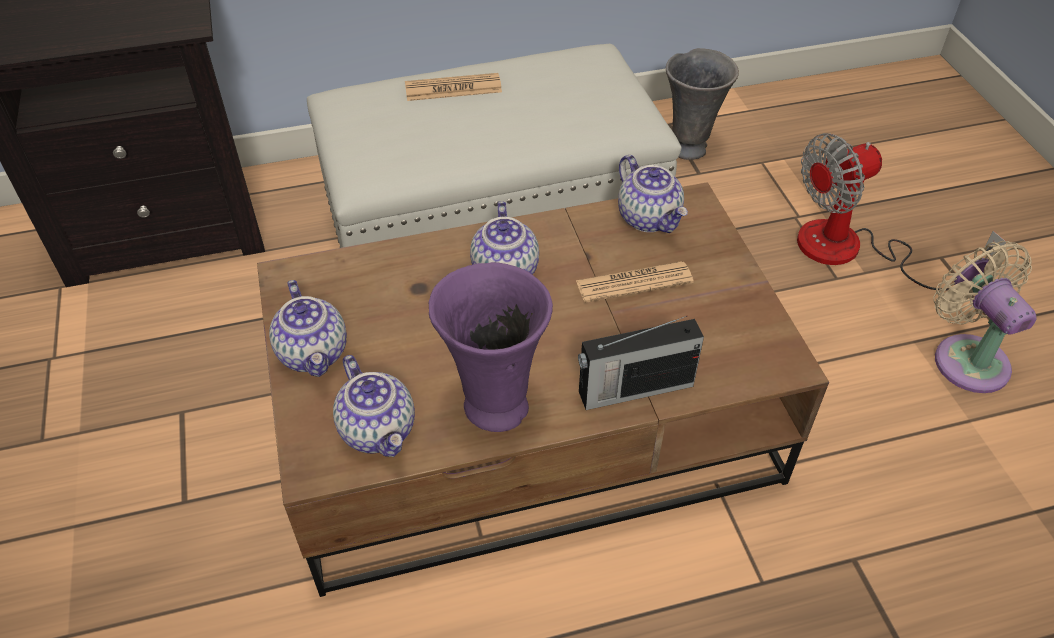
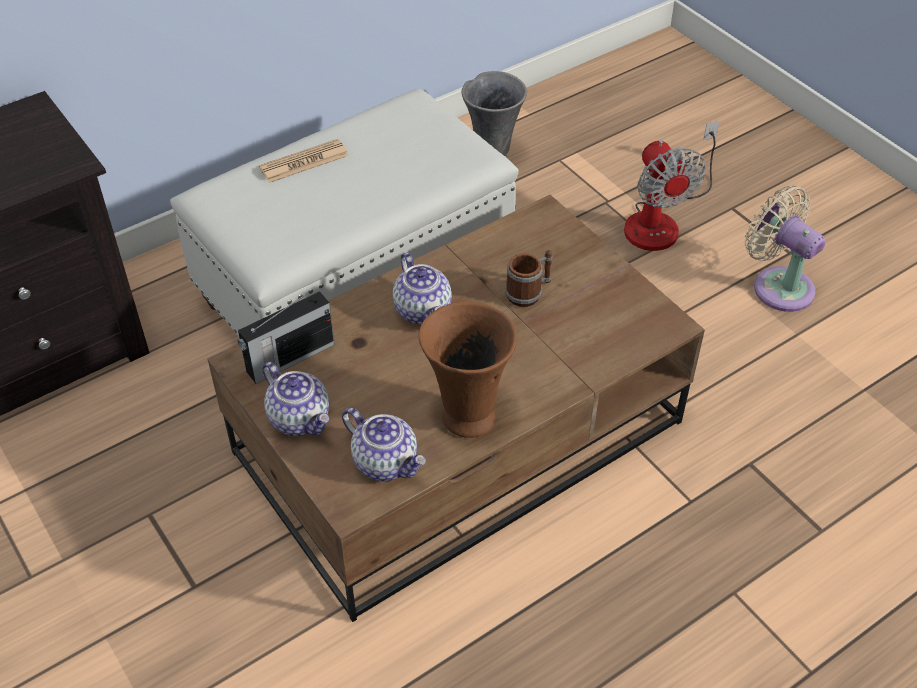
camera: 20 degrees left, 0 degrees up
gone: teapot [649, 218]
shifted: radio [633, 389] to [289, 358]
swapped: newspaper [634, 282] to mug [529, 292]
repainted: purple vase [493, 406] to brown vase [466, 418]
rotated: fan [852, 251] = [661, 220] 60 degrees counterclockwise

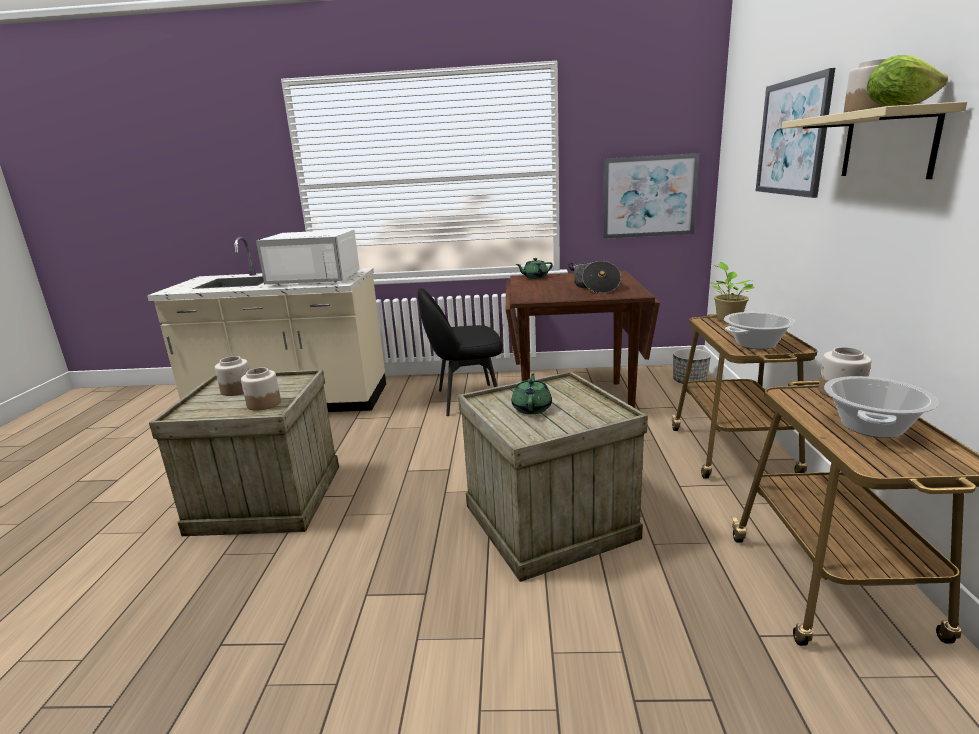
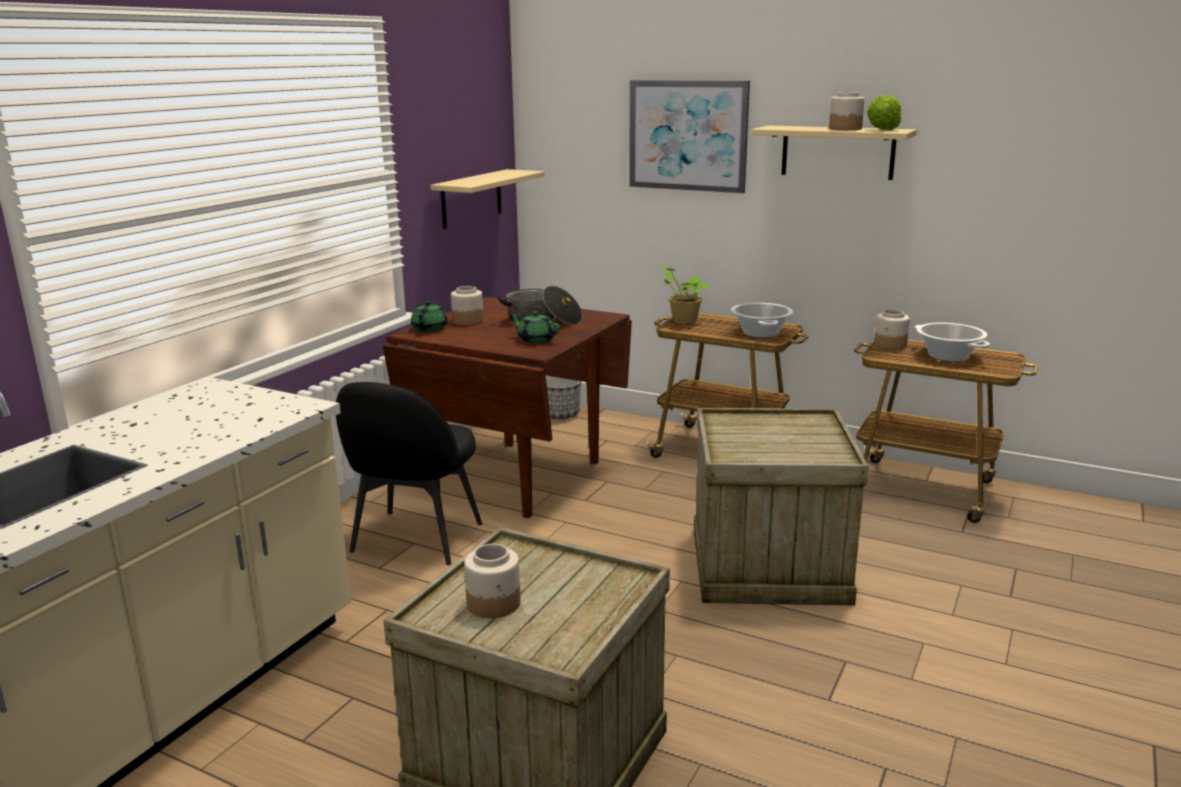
camera: 65 degrees left, 0 degrees up
gone: white microwave [317, 278]
shifted: jar [264, 404] to [467, 321]; green teapot [532, 408] to [535, 340]
swapped: picture [649, 196] to beige shelf [471, 198]

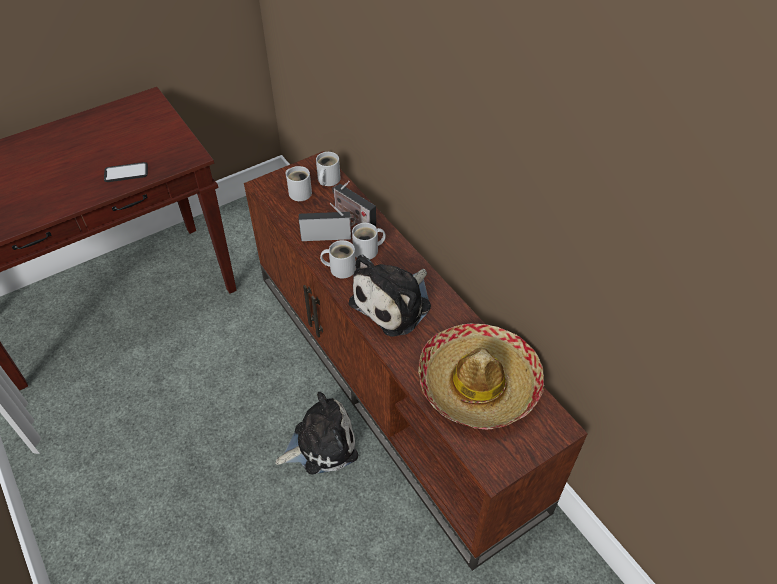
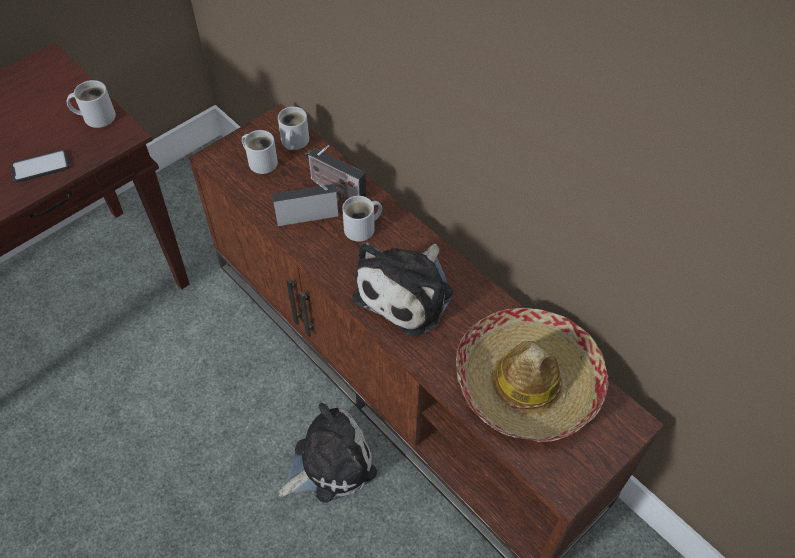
camera: 10 degrees left, 5 degrees up
shifted: white mug [340, 268] to [96, 116]

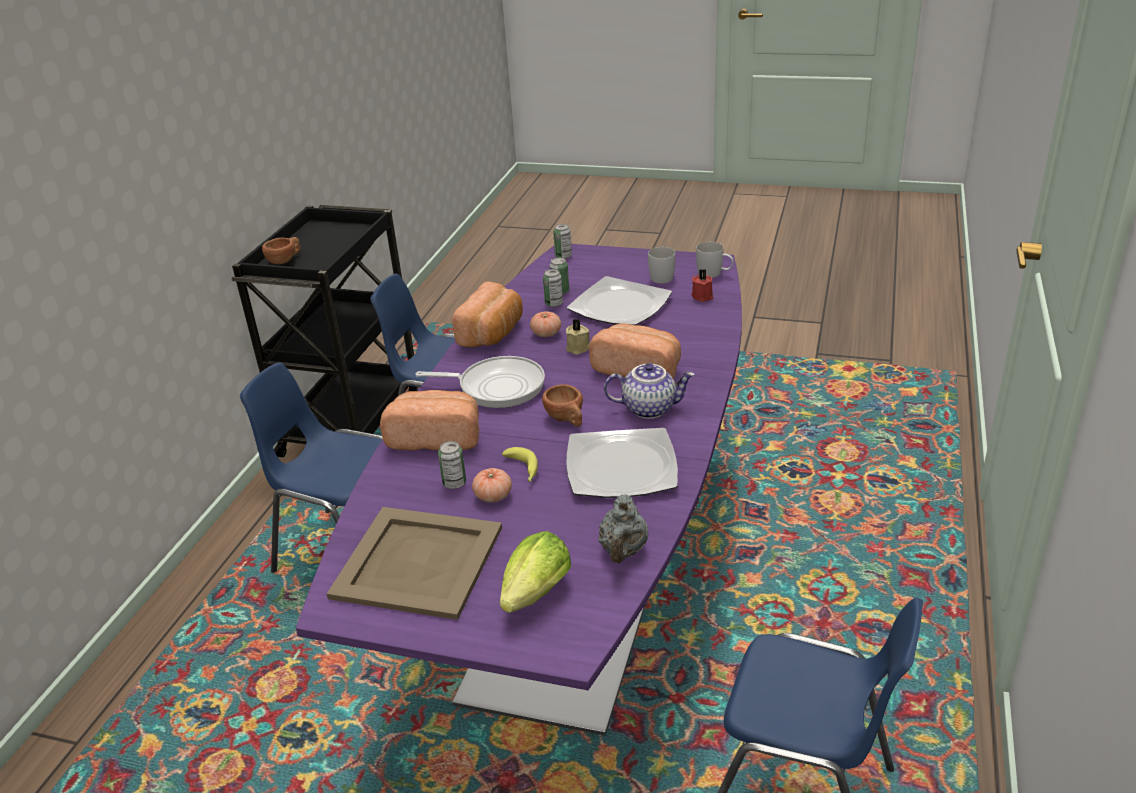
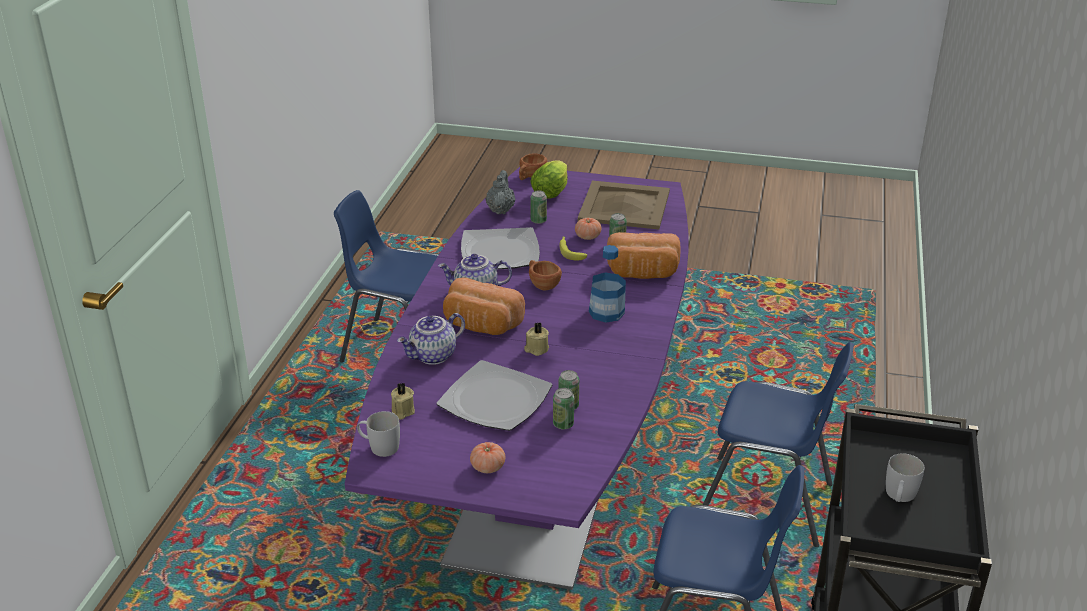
camera: 175 degrees right, 0 degrees up
gone: bread [493, 333]
new: teapot [433, 356]
shifted: tomato [546, 334] to [488, 467]; brown cup [285, 260] to [530, 177]; can [563, 256] to [538, 220]; white mug [663, 276] to [899, 497]
swapped: frying pan [496, 387] to bottle [606, 312]
repainted: red candle [702, 296] to beige candle [402, 411]

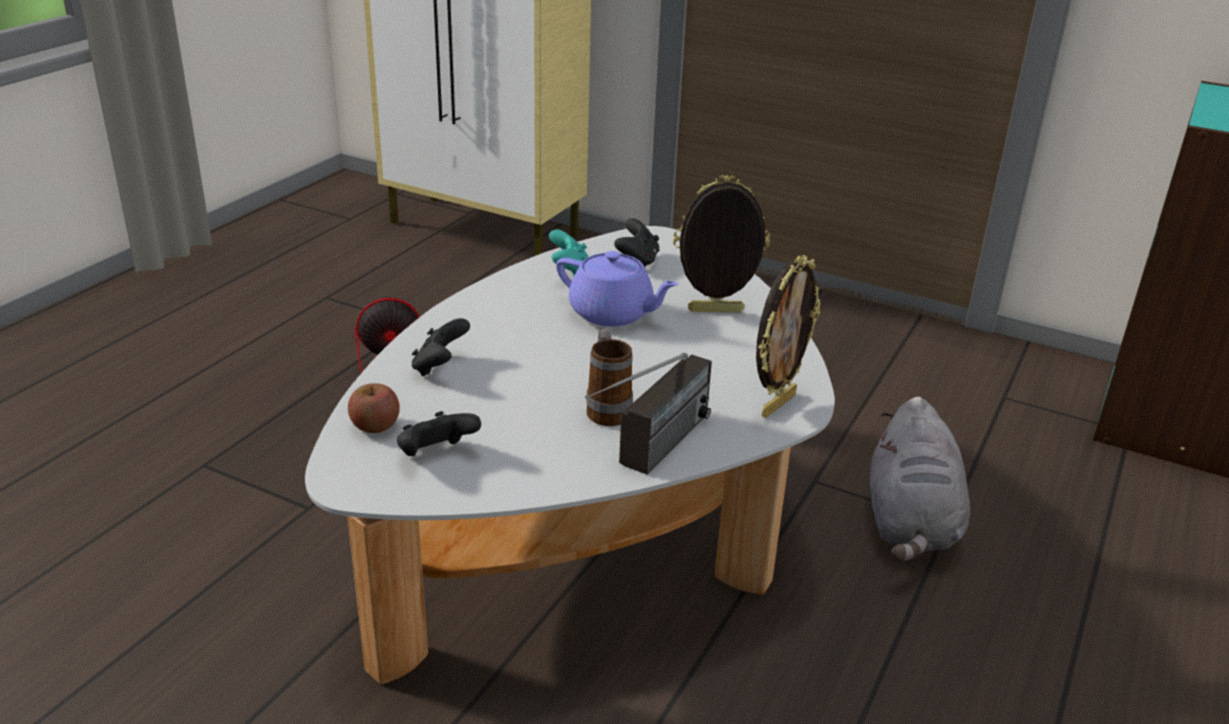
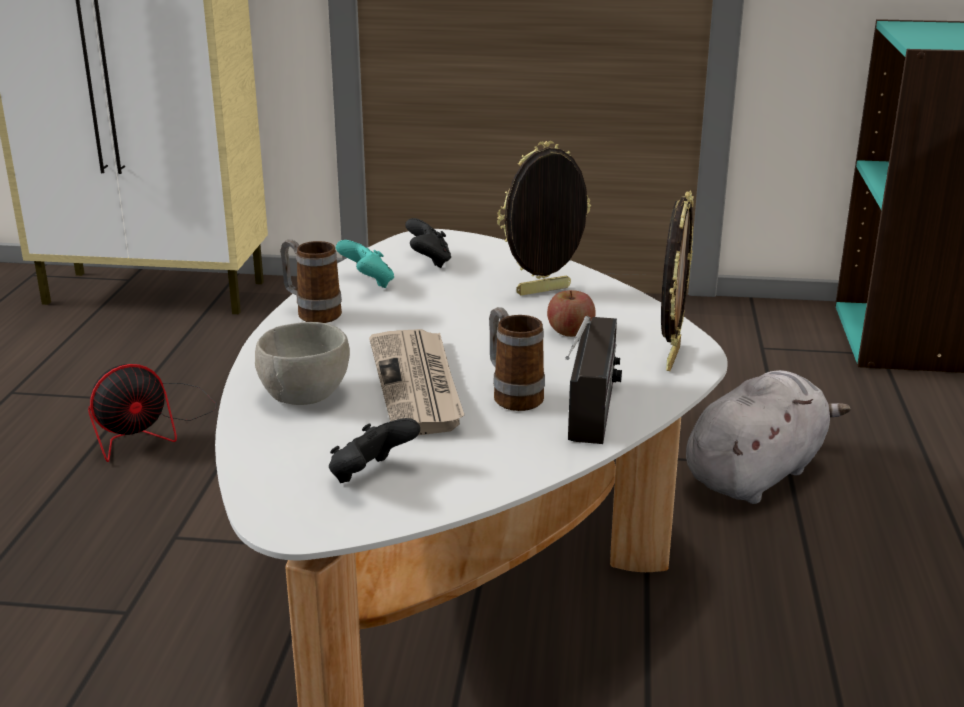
camera: 20 degrees left, 5 degrees down
gone: purple teapot [613, 314]
new: mug [312, 313]; newspaper [418, 385]
shifted: apple [375, 426] to [570, 331]
swapped: black game controller [440, 367] to grey bowl [303, 393]
rotated: grey plush toy [910, 524] = [756, 473] 120 degrees counterclockwise

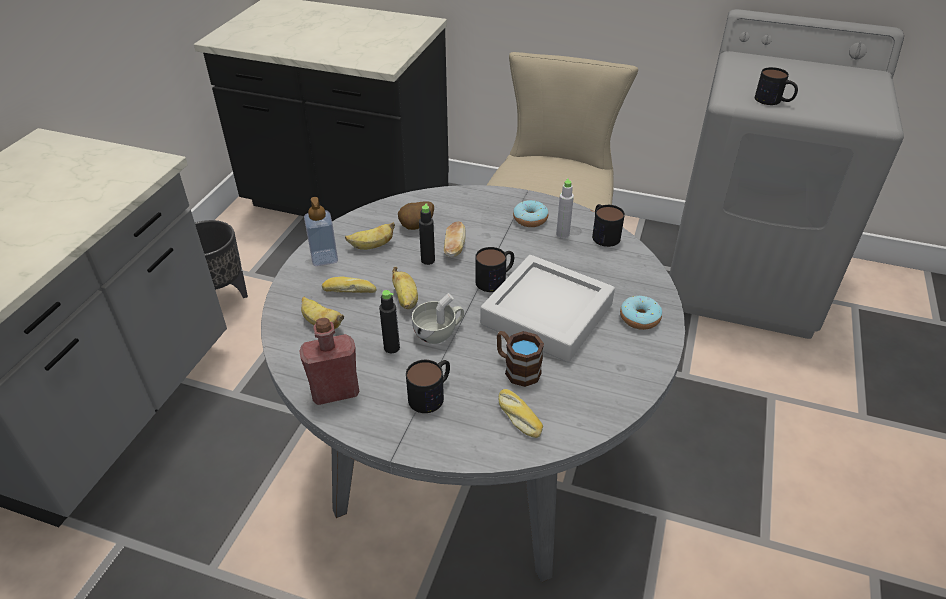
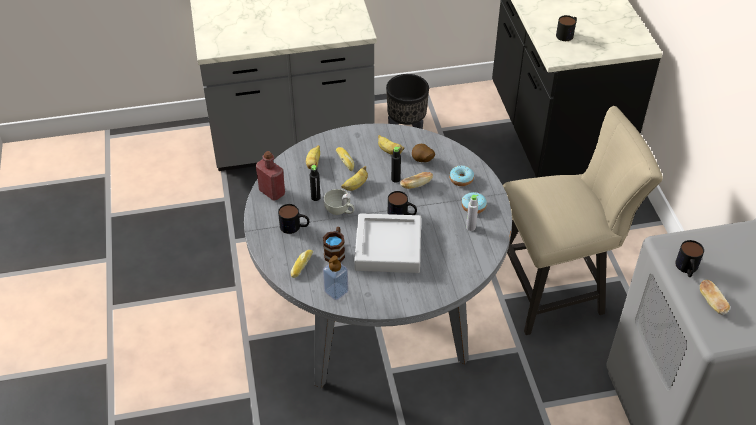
camera: 60 degrees right, 5 degrees up
new: bread [712, 302]
shifted: soap dispenser [324, 258] to [336, 291]; donut [639, 318] to [461, 179]; mug [603, 234] to [567, 34]

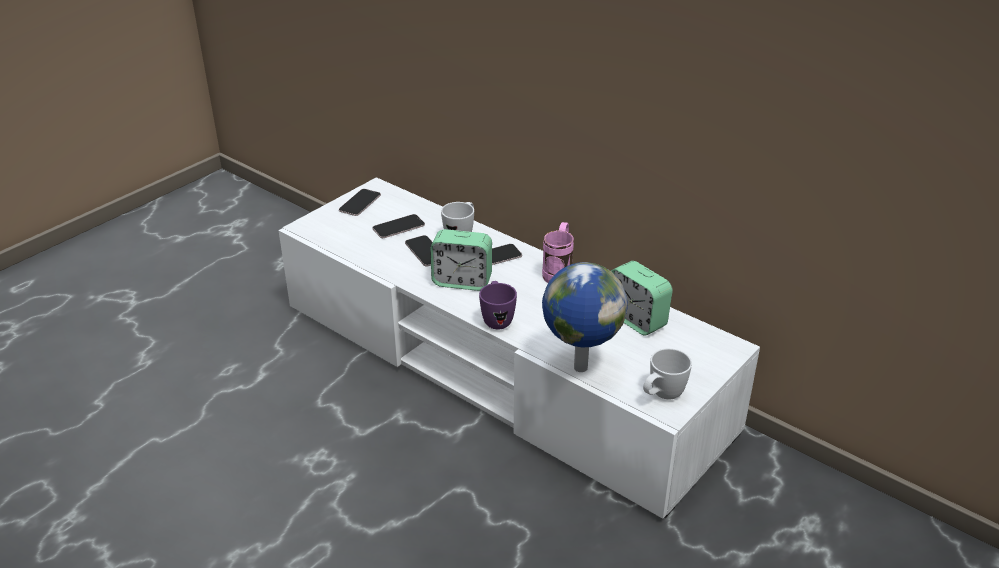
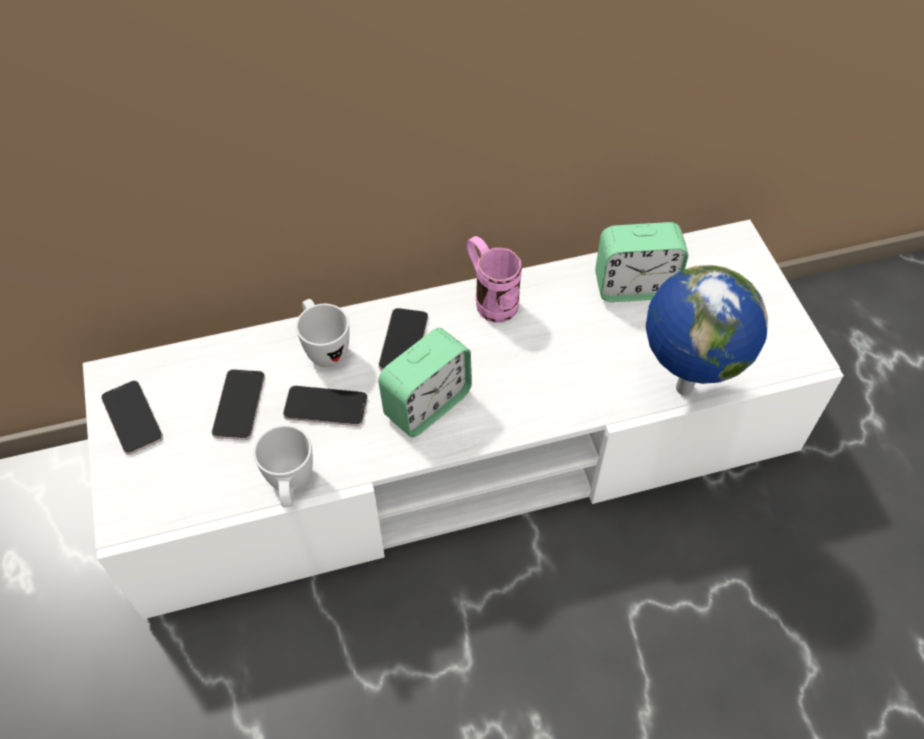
camera: 55 degrees left, 20 degrees up
gone: purple mug [497, 319]
shifted: white mug [662, 396] to [291, 487]

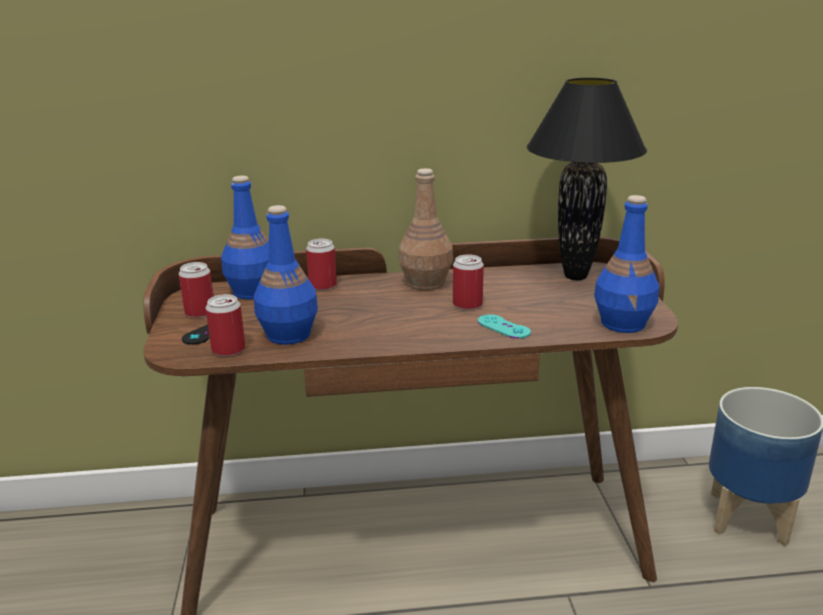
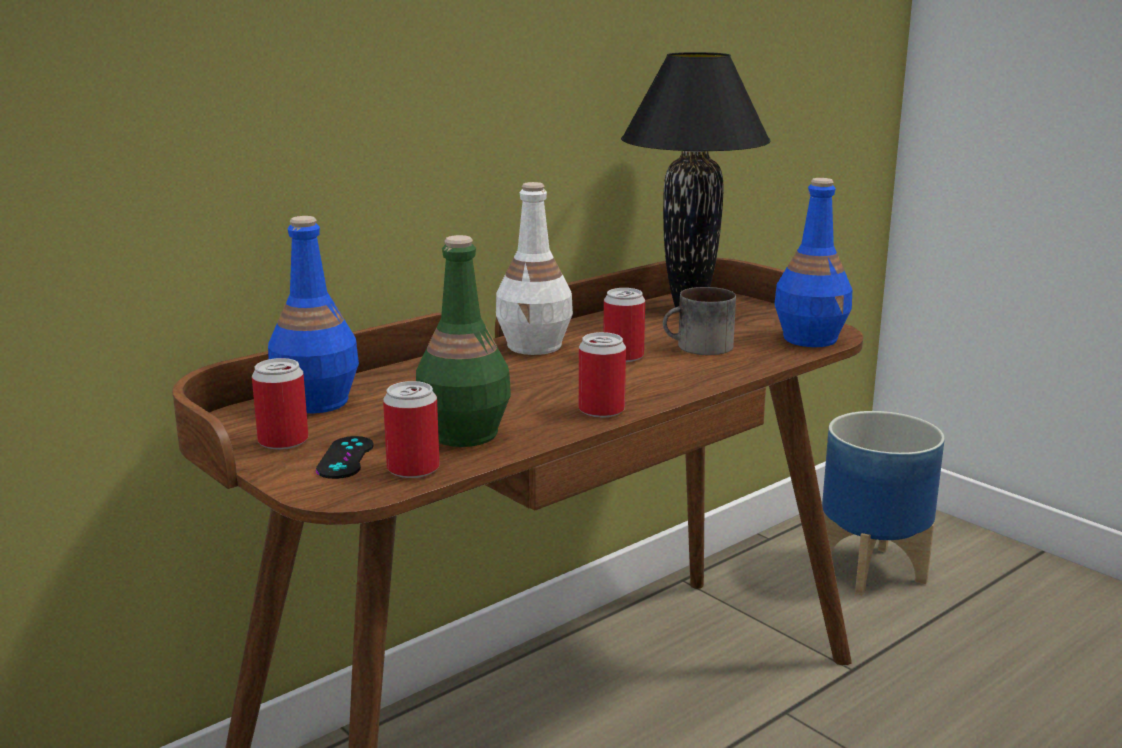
camera: 35 degrees left, 5 degrees down
gone: turquoise game controller [503, 327]
new: mug [698, 348]
shifted: can [323, 285] to [601, 410]
repainted: blue bottle [288, 335] to green bottle [464, 435]; brown bottle [426, 283] to white bottle [535, 346]

